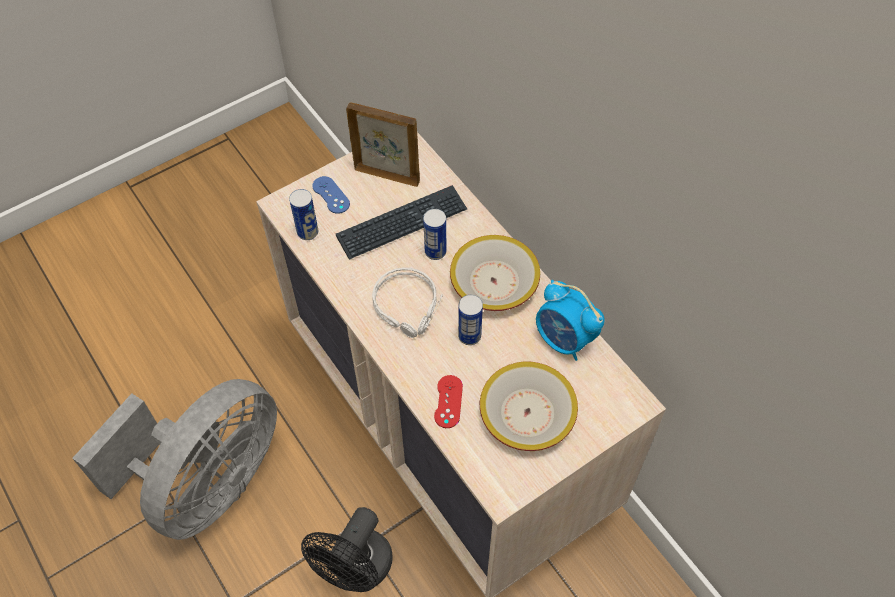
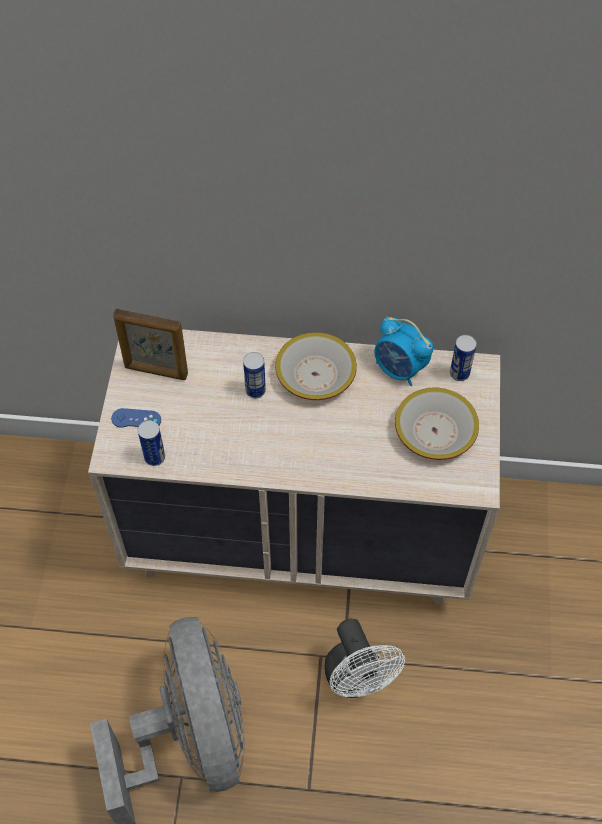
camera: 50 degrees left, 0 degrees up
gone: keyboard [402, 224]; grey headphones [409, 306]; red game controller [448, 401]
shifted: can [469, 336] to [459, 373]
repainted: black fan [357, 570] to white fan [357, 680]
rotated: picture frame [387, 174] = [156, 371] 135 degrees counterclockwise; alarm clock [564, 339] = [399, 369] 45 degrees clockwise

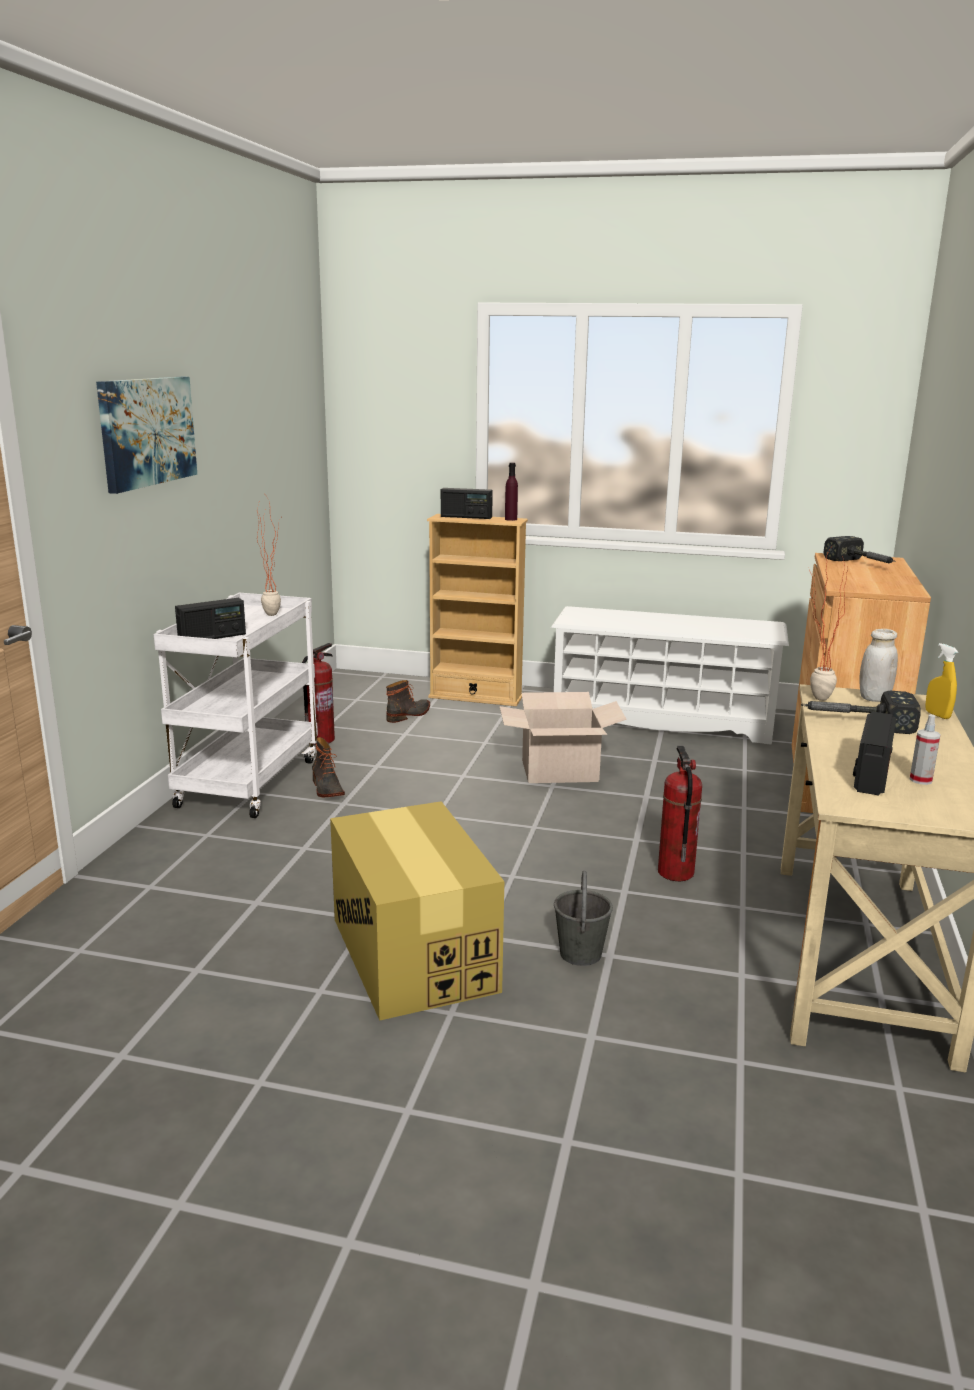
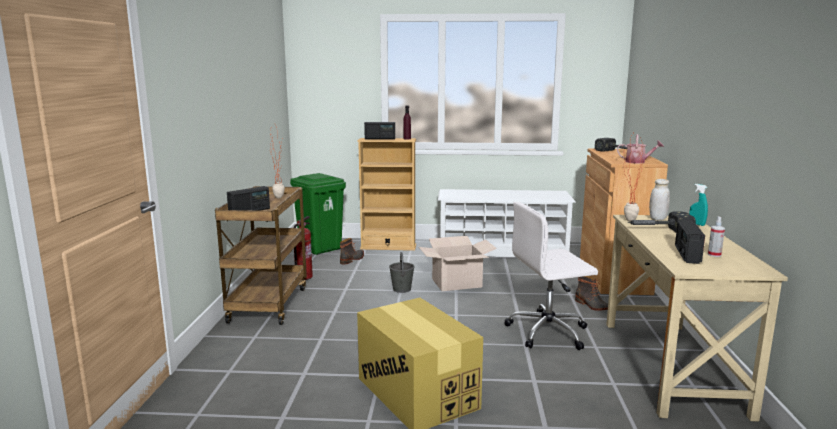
camera: 10 degrees left, 5 degrees down
gone: picture [147, 431]
new: green trash can [320, 249]; watering can [638, 162]
shifted: grey bucket [580, 954] to [402, 289]; boot [326, 789] to [592, 305]
swapped: fire extinguisher [674, 872] to white office chair [549, 332]
repainted: white cart [248, 781] to brown cart [268, 304]; yellow spray bottle [937, 715] to turquoise spray bottle [696, 224]

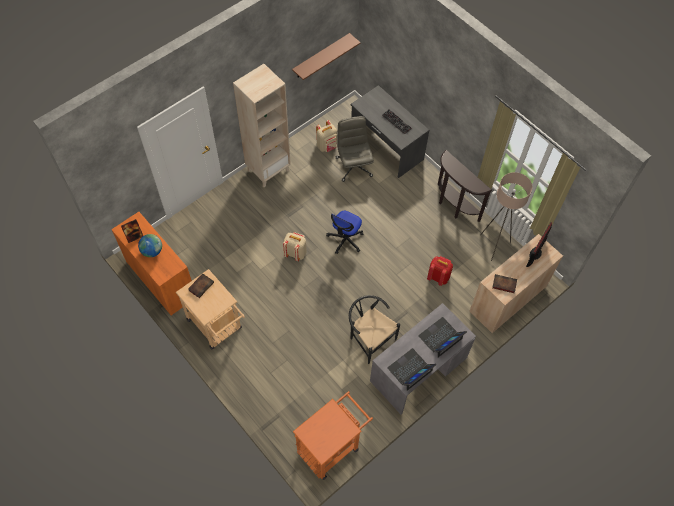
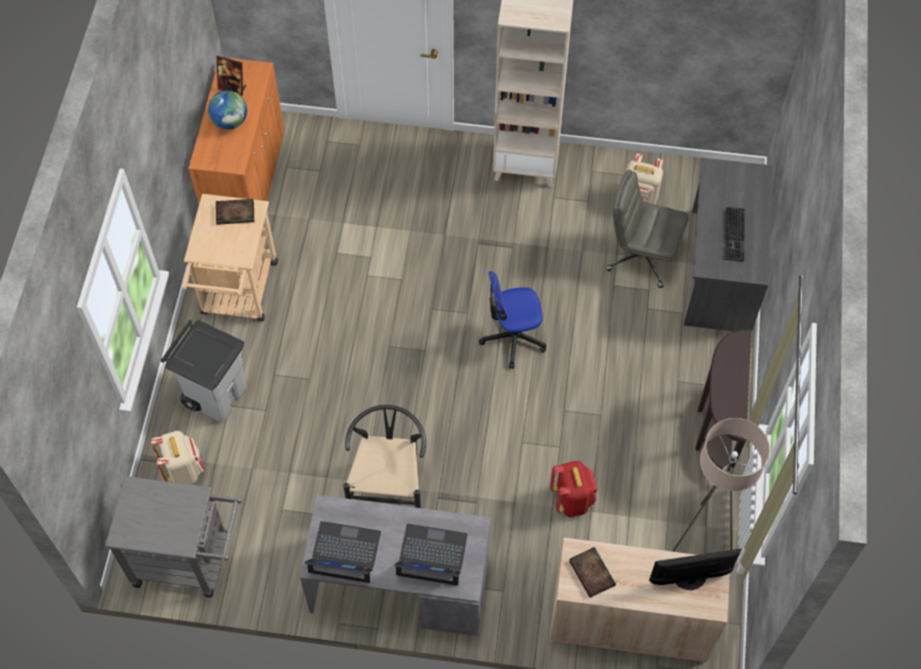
camera: 50 degrees right, 0 degrees up
gone: brown shelf [321, 56]
new: grey trash can [216, 394]
shifted: beige backpack [295, 253] to [184, 470]
repainted: orange cart [332, 446] to grey cart [190, 560]
rotated: grey office chair [353, 166] = [641, 256] 105 degrees counterclockwise

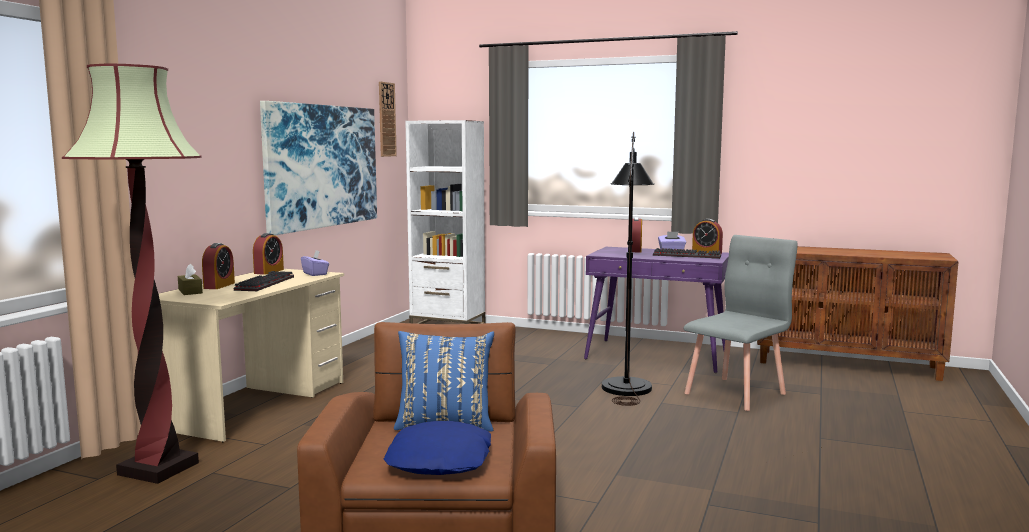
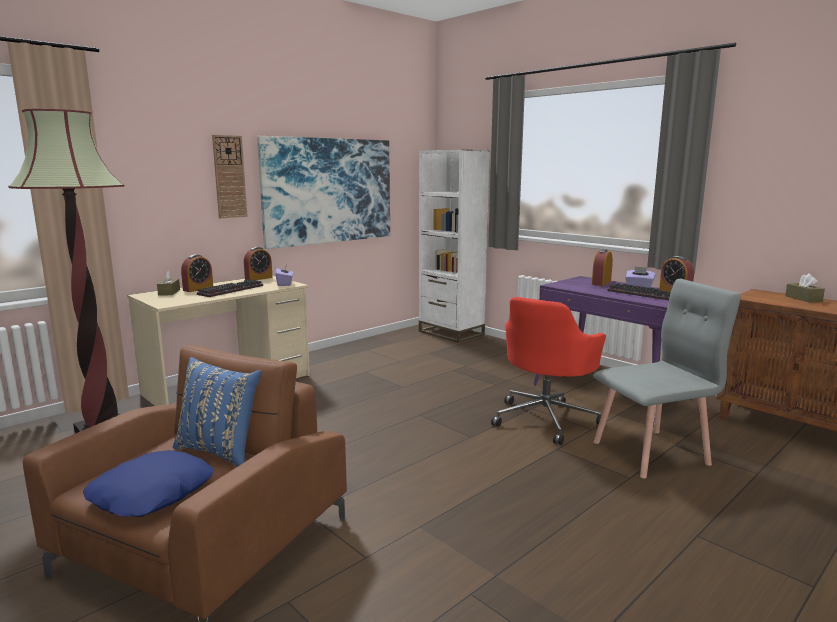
camera: 25 degrees right, 5 degrees up
new: brown tissue box [803, 298]
shifted: wall clock [386, 119] to [229, 177]
swapped: black floor lamp [627, 383] to red office chair [546, 419]

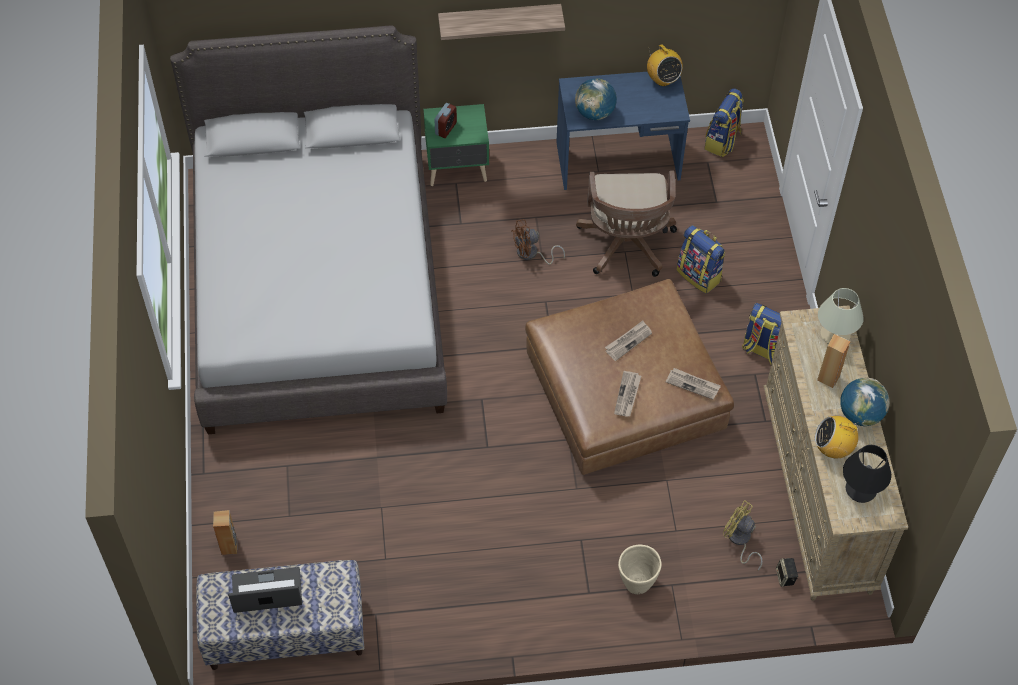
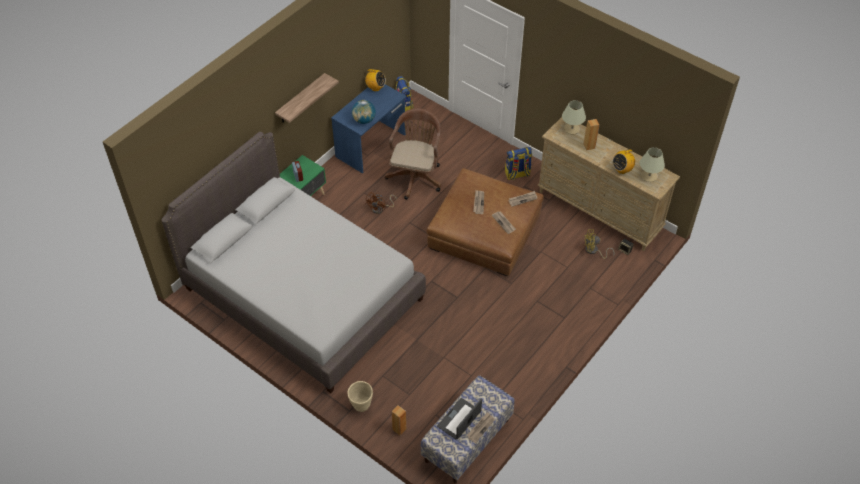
camera: 45 degrees left, 5 degrees down
gone: backpack [699, 275]; globe [860, 414]
new: newspaper [480, 427]
shifted: beige planter [636, 583] to [361, 405]
repainted: black table lamp [860, 489] to beige table lamp [649, 176]
rotated: brown office chair [626, 246] = [415, 176] 120 degrees counterclockwise

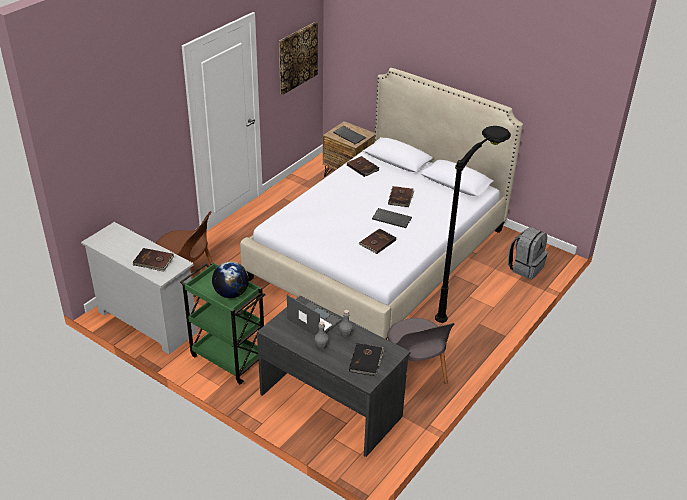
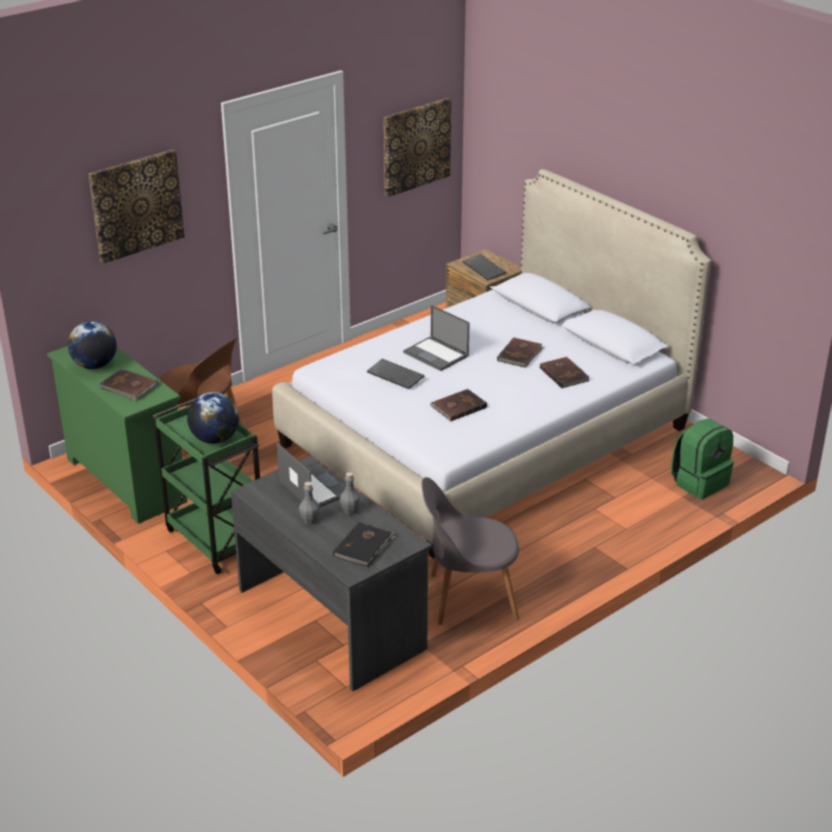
camera: 15 degrees right, 5 degrees down
gone: black floor lamp [464, 299]
new: globe [95, 365]; picture [136, 205]; laptop [436, 354]
shifted: keyboard [392, 218] to [396, 375]; brown book [363, 167] to [564, 374]
repainted: white dresser [147, 321] to green dresser [126, 480]; grey backpack [525, 267] to green backpack [699, 482]
rotated: grey chair [414, 373] = [468, 597] 90 degrees clockwise

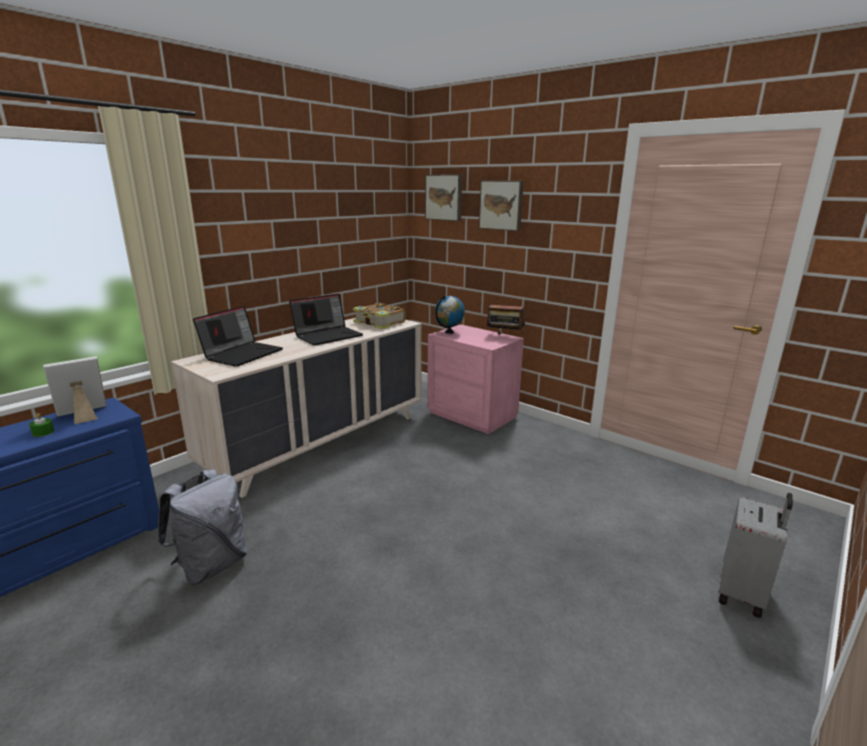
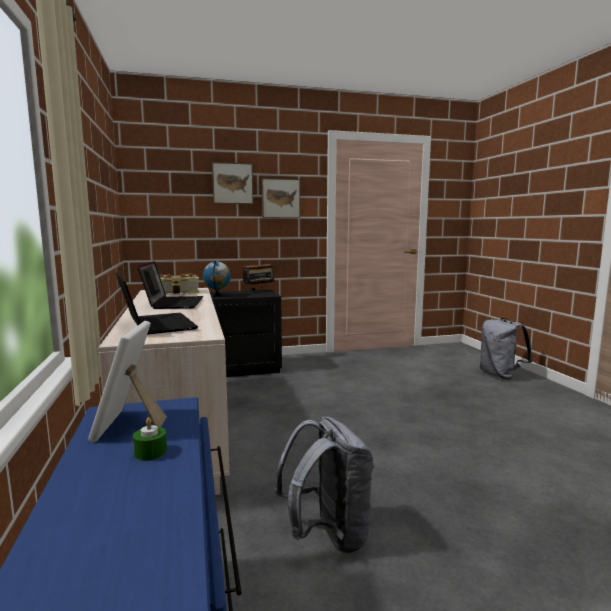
camera: 55 degrees left, 10 degrees down
shifted: picture [444, 197] to [280, 198]
swapped: grey suitcase [742, 594] to grey backpack [500, 375]
repainted: pink nightstand [473, 415] to black nightstand [243, 368]

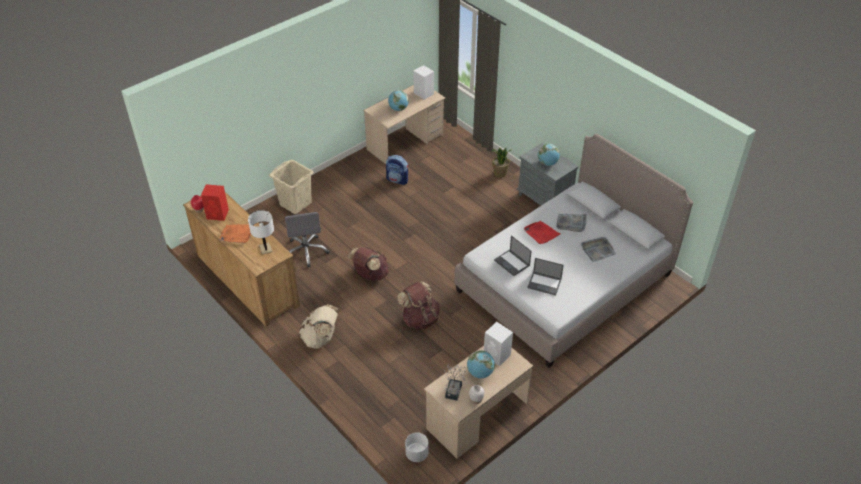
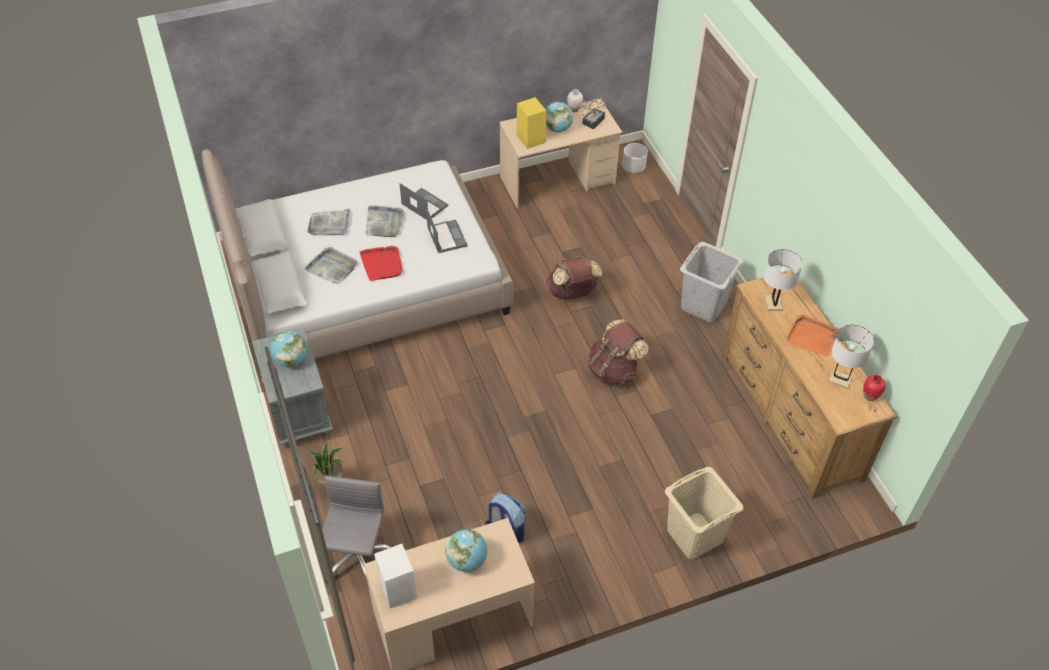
camera: 160 degrees left, 5 degrees up
new: grey tray [384, 223]
shifted: grey office chair [306, 251] to [357, 557]
swapped: beige backpack [321, 338] to grey laundry basket [703, 305]; red speaker [218, 214] to white table lamp [840, 379]
repainted: white speaker [497, 355] to yellow speaker [530, 138]

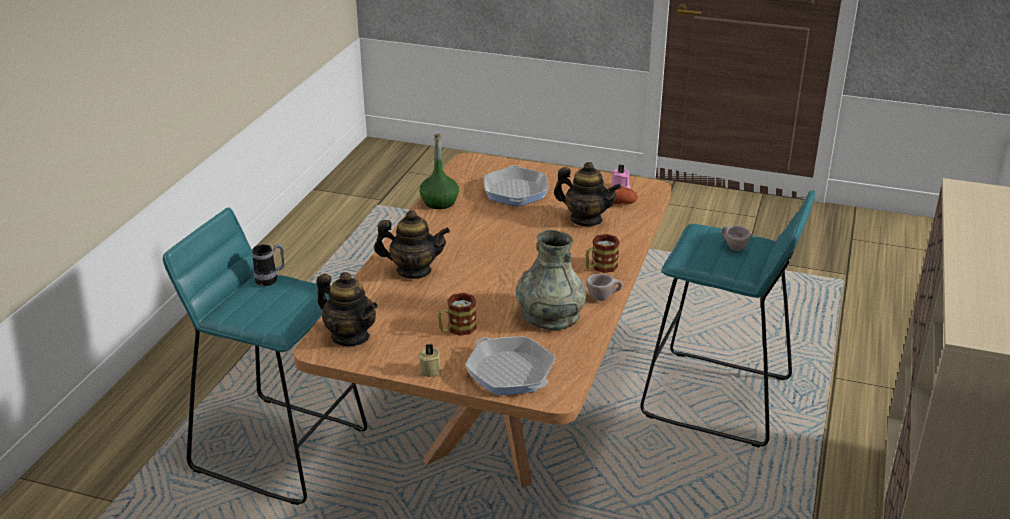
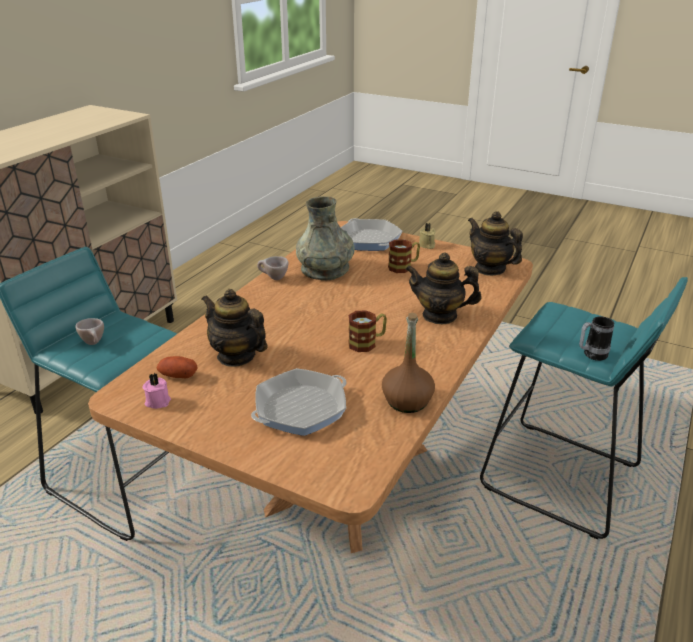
camera: 170 degrees left, 0 degrees up
shifted: mug [600, 267] to [367, 343]
repainted: green bottle [439, 202] to brown bottle [407, 401]
rotated: frying pan [515, 192] = [300, 408] 45 degrees clockwise

